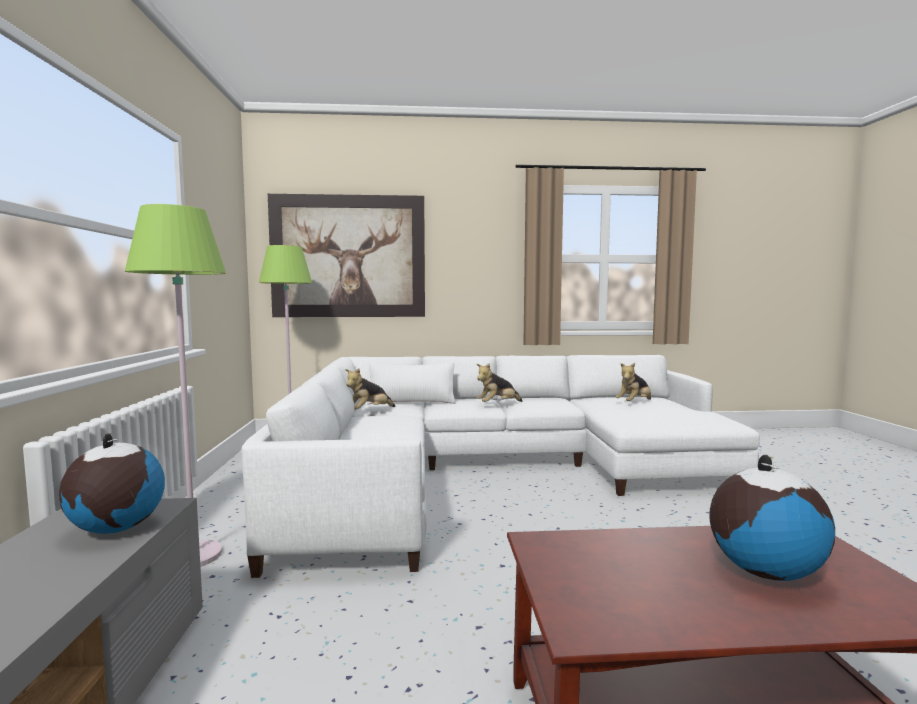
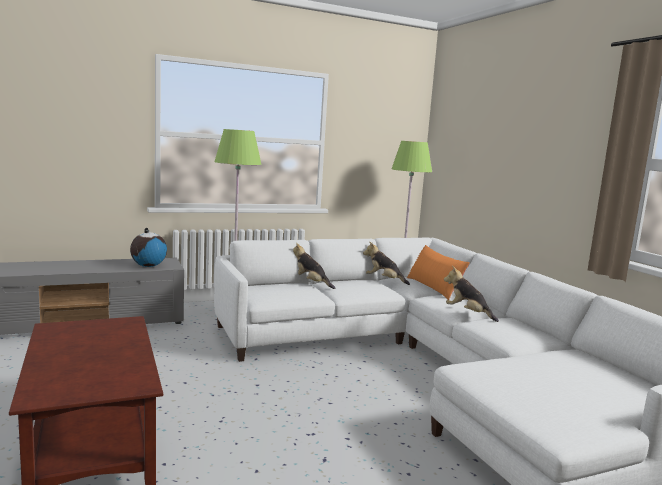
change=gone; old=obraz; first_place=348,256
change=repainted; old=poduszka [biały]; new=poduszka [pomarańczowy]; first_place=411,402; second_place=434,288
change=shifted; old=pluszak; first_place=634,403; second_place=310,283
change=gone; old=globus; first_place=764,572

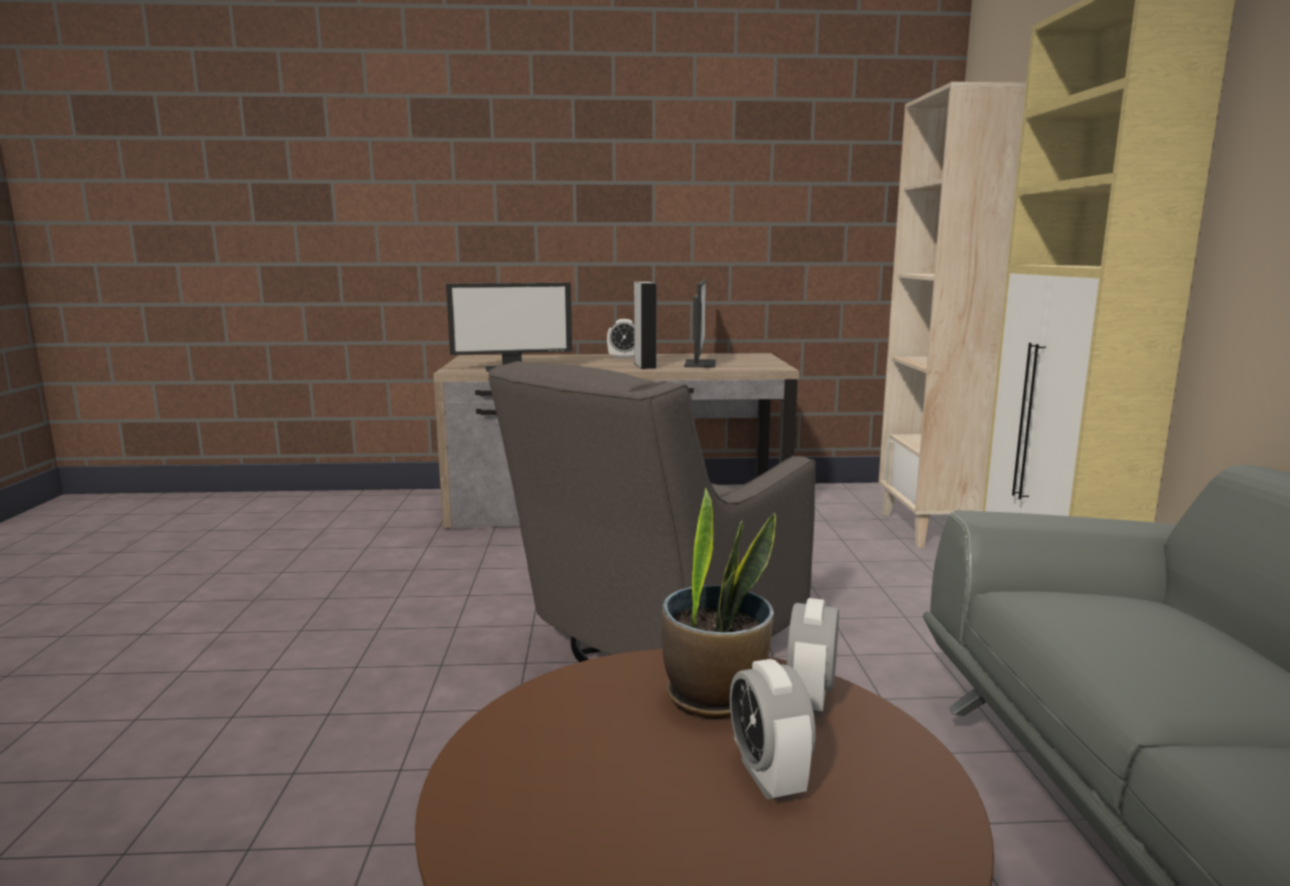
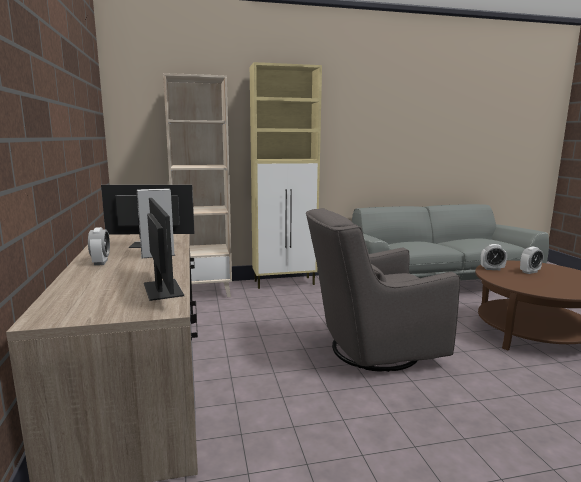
change=rotated; old=fotel [szary]; first_place=653,646; second_place=371,350; degrees=135
change=gone; old=roślina doniczkowa; first_place=714,697

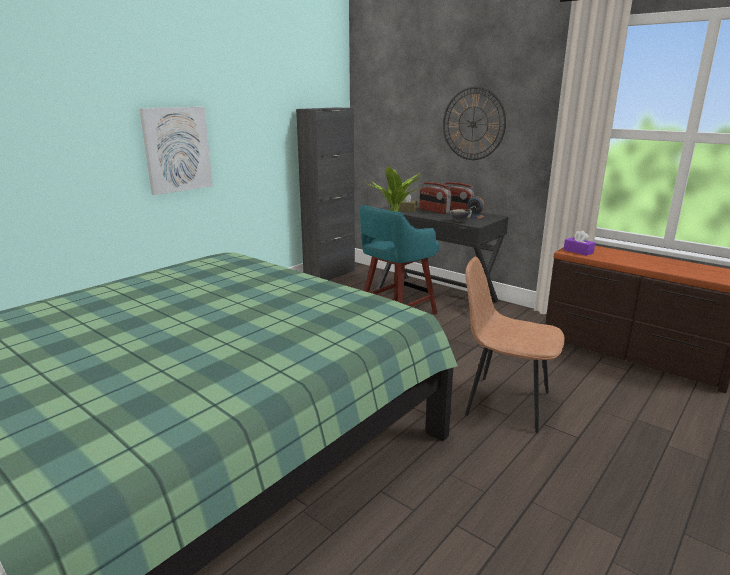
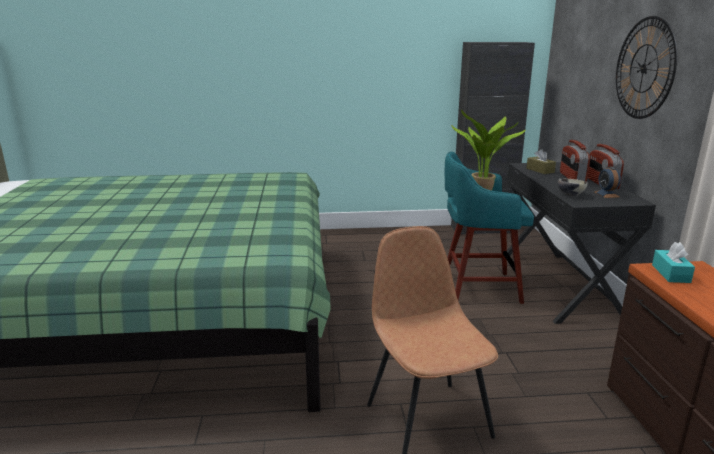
change=gone; old=obraz; first_place=177,149
change=repainted; old=pudełko chusteczek [fioletowy]; new=pudełko chusteczek [turkusowy]; first_place=578,251; second_place=670,273

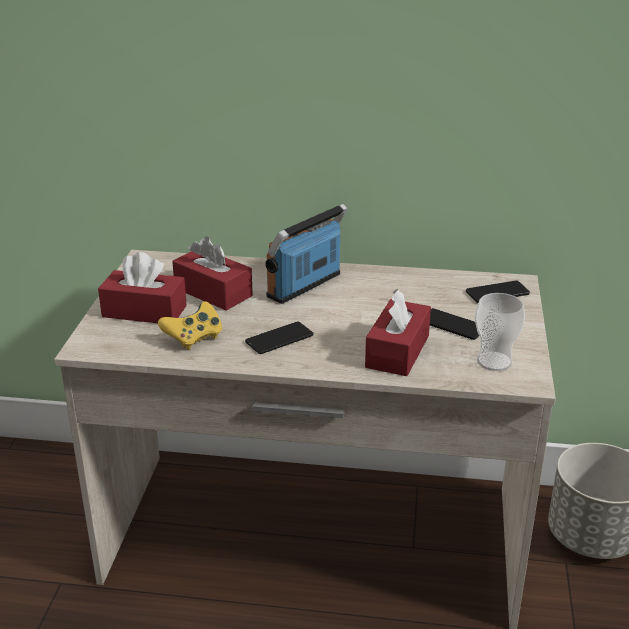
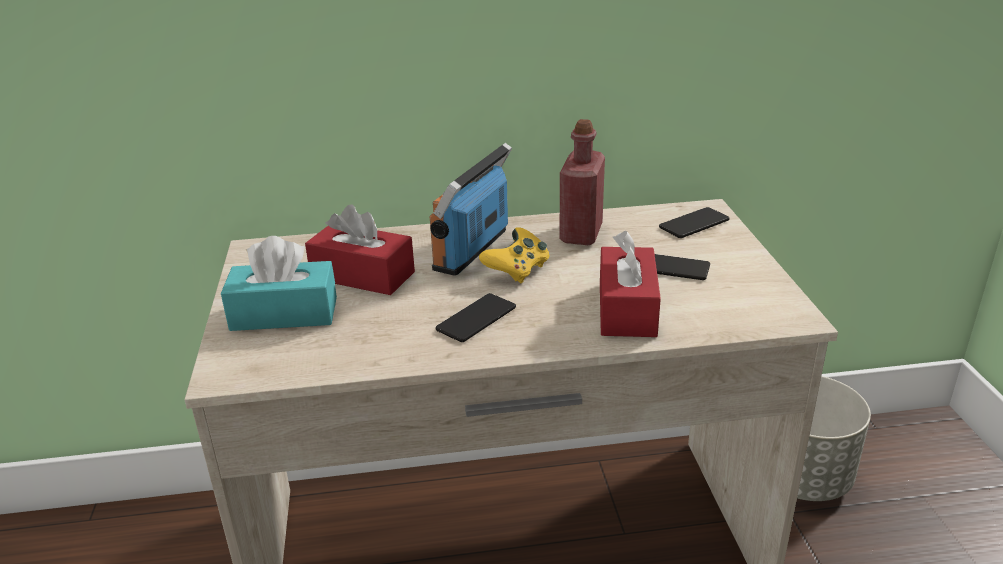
change=repainted; old=pudełko chusteczek [czerwony]; new=pudełko chusteczek [turkusowy]; first_place=144,311; second_place=284,314
change=shifted; old=pad do gier [żółty]; first_place=194,338; second_place=517,271
change=gone; old=filiżanka; first_place=494,362
change=new; new=butelka [czerwony]; second_place=581,233

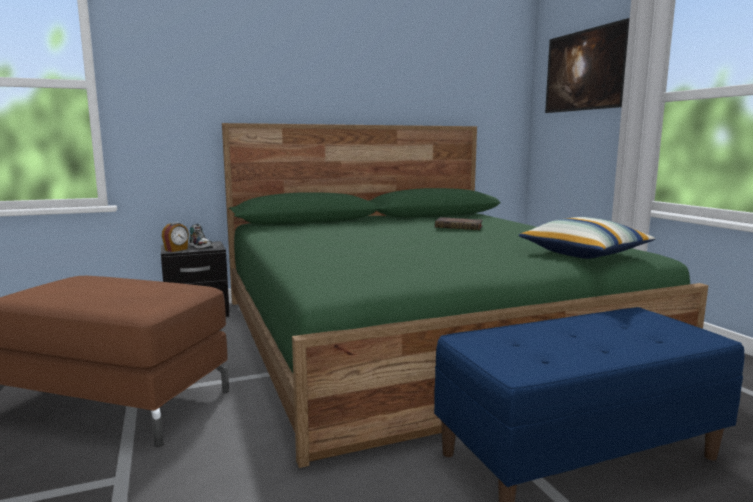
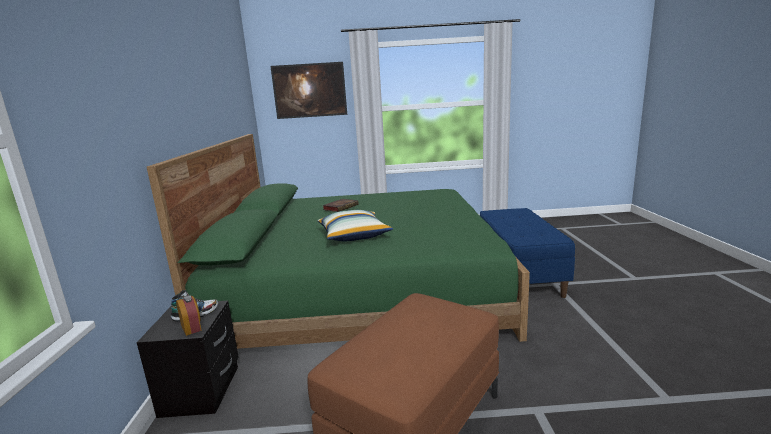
change=shifted; old=poduszka; first_place=584,254; second_place=354,236

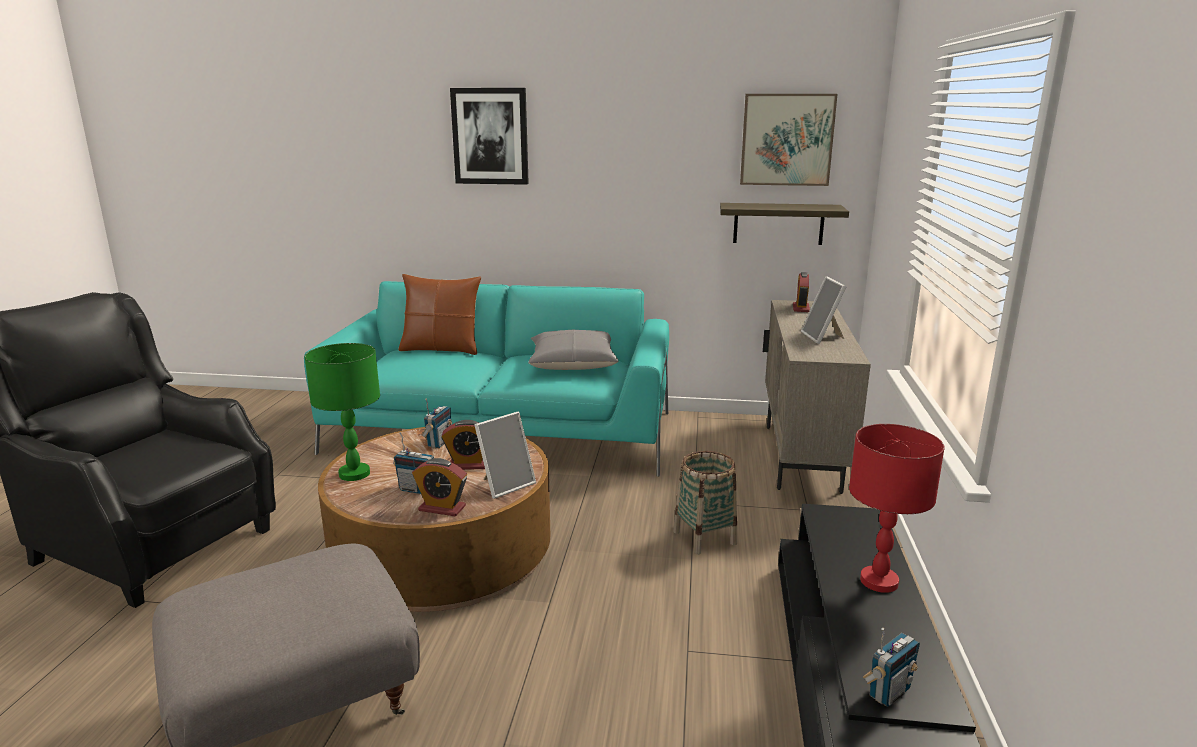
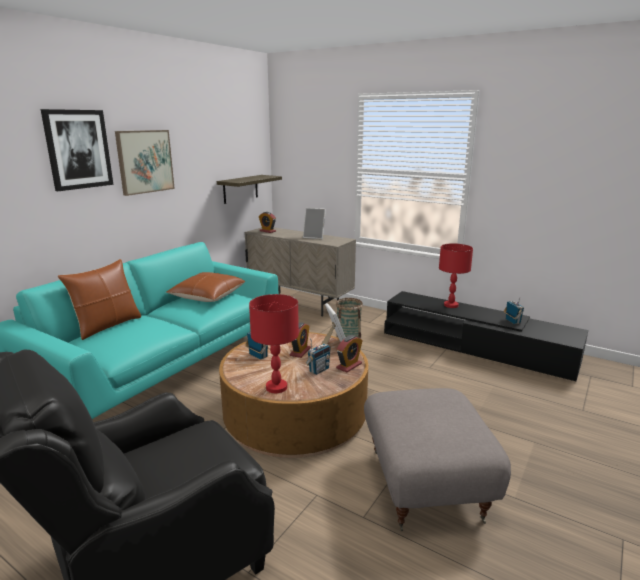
change=repainted; old=lampa stołowa [zielony]; new=lampa stołowa [czerwony]; first_place=355,474; second_place=276,387
change=repainted; old=poduszka [szary]; new=poduszka [brązowy]; first_place=572,363; second_place=207,296
change=shifted; old=obraz; first_place=787,140; second_place=145,161

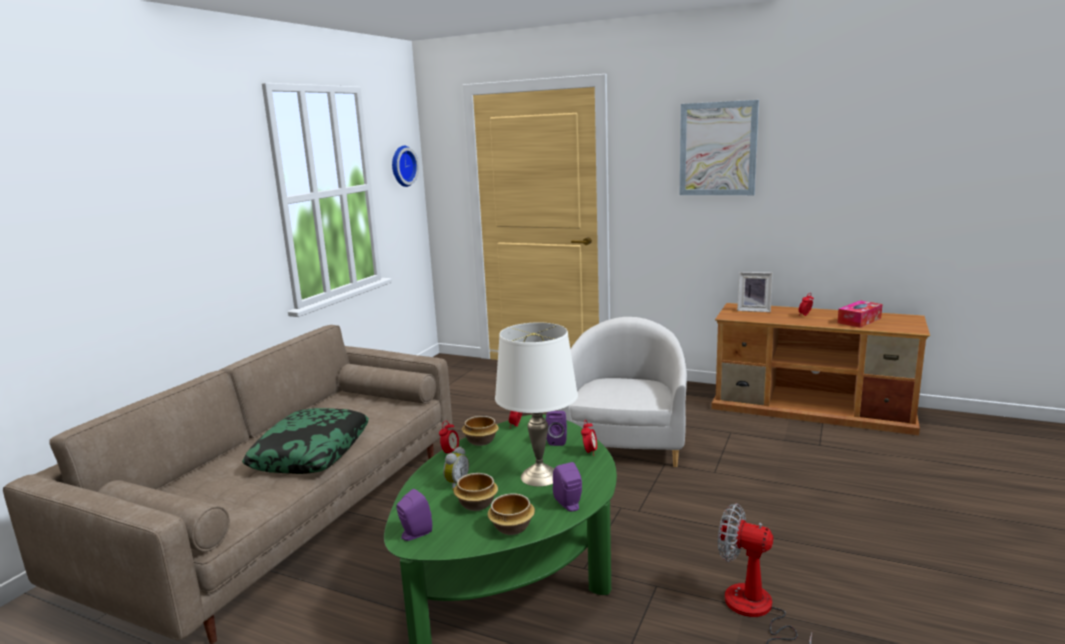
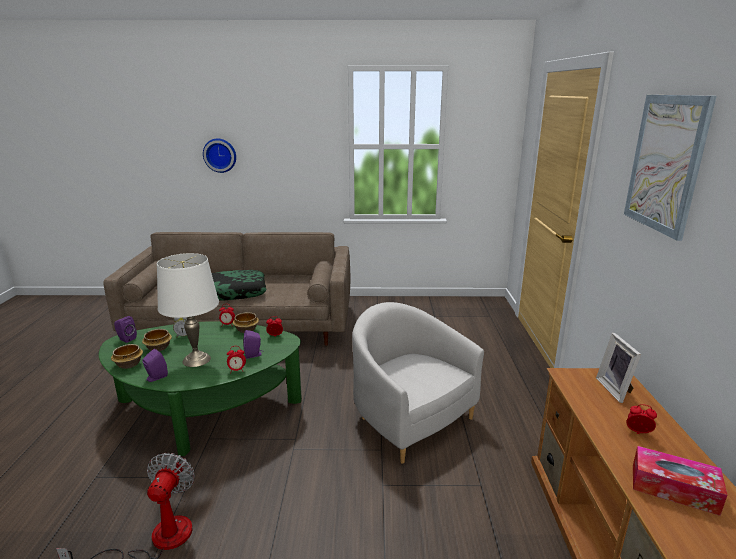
change=shifted; old=zegar ścienny; first_place=402,166; second_place=220,155
change=rotated; old=fotel [biały]; first_place=625,442; second_place=409,419; degrees=-120

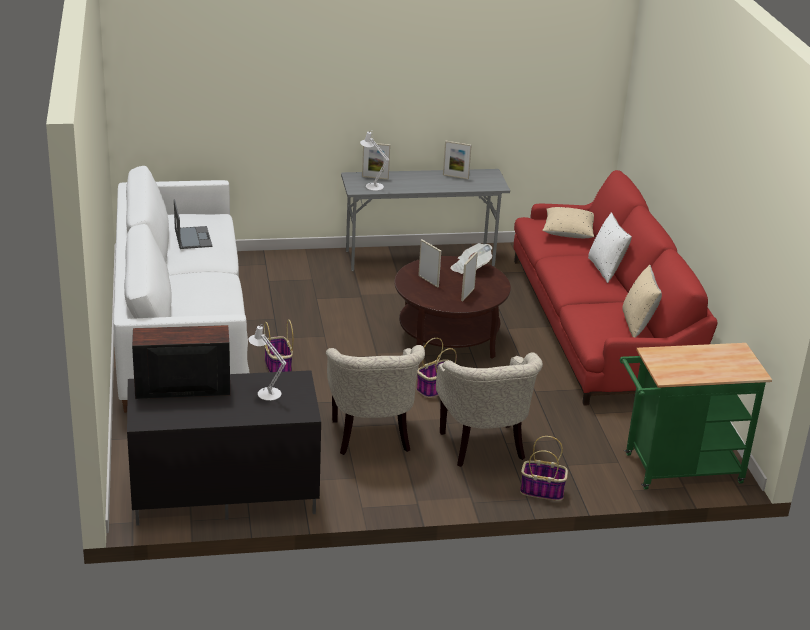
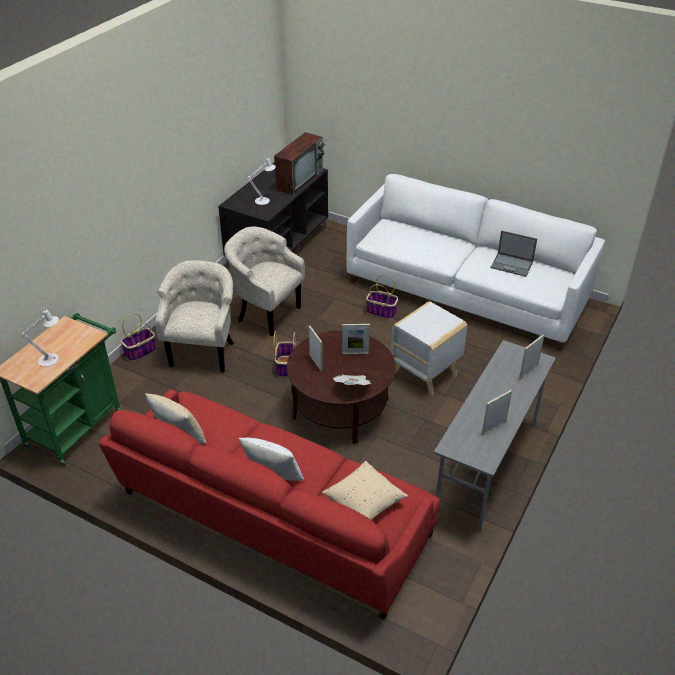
change=shifted; old=lampa stołowa [biały]; first_place=372,185; second_place=51,359
change=rotated; old=fotel [beżowy]; first_place=484,448; second_place=204,352; degrees=75
change=new; new=stolik [biały]; second_place=424,373

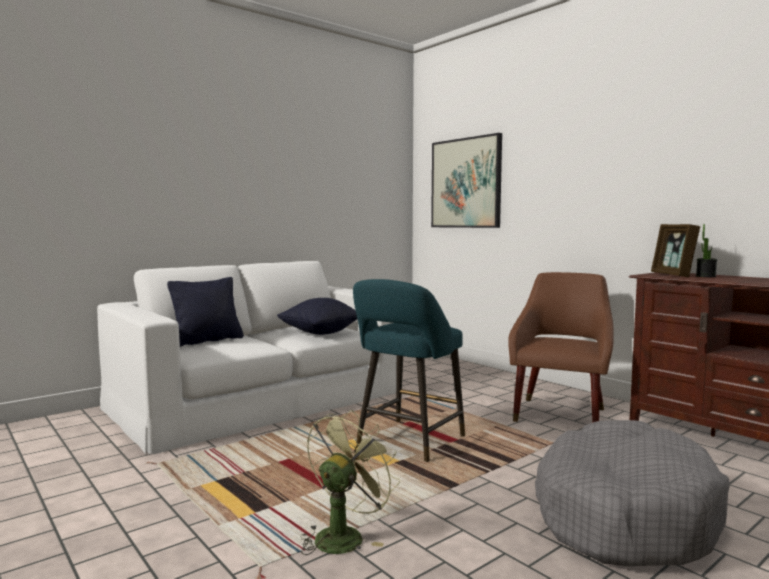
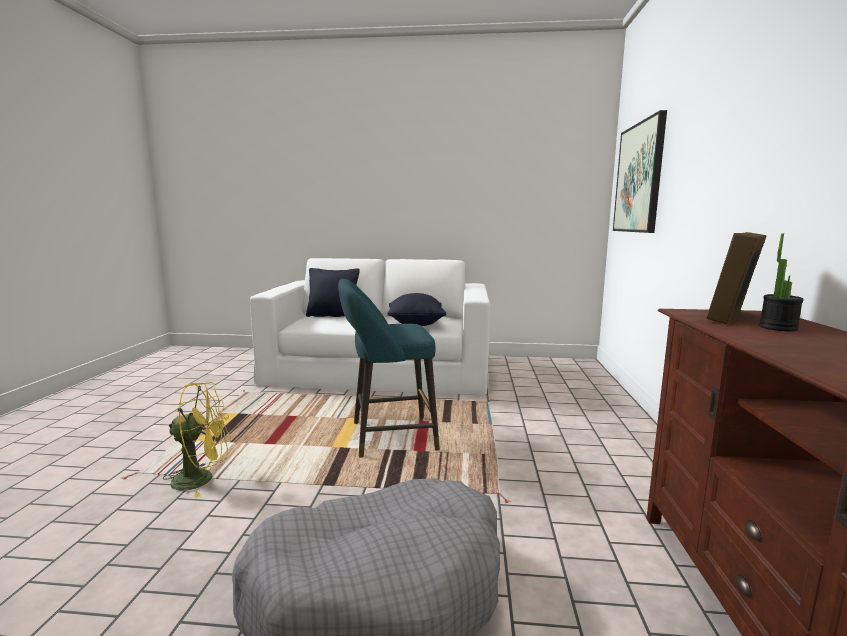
change=repainted; old=wentylator [zielony]; new=wentylator [żółty]; first_place=344,535; second_place=202,479
change=gone; old=fotel [brązowy]; first_place=560,412

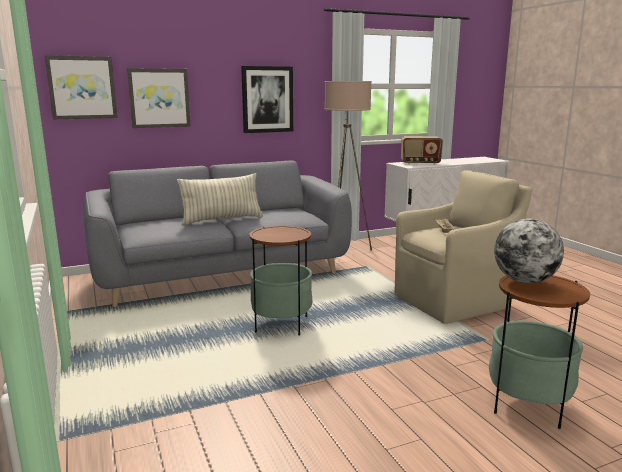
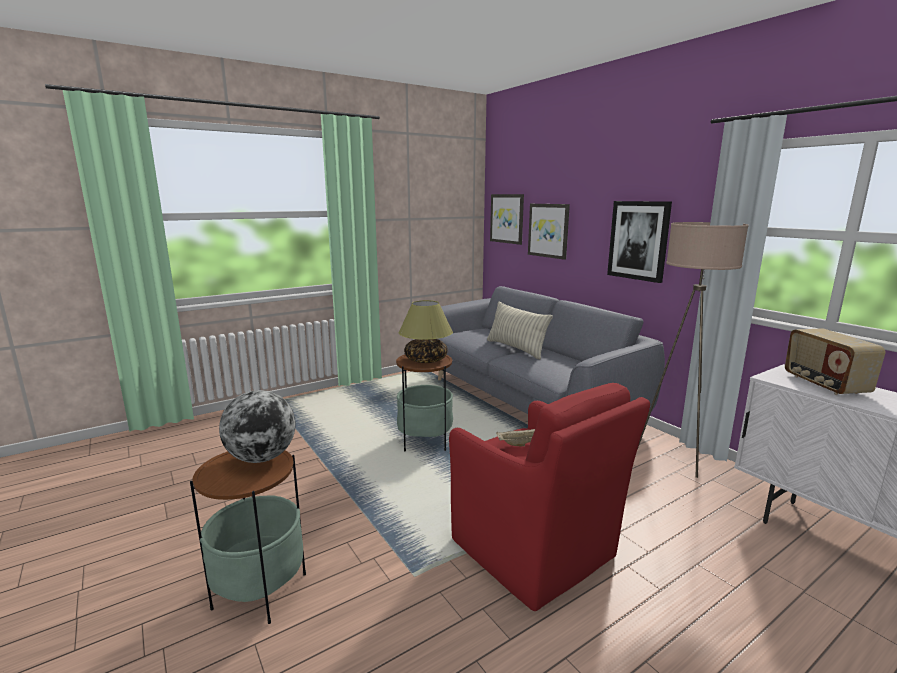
change=repainted; old=fotel [beżowy]; new=fotel [czerwony]; first_place=454,301; second_place=535,552
change=new; new=lampa stołowa; second_place=426,360

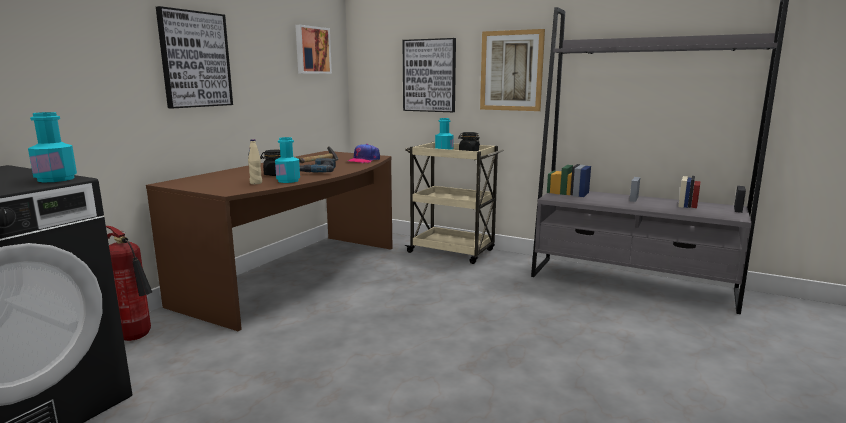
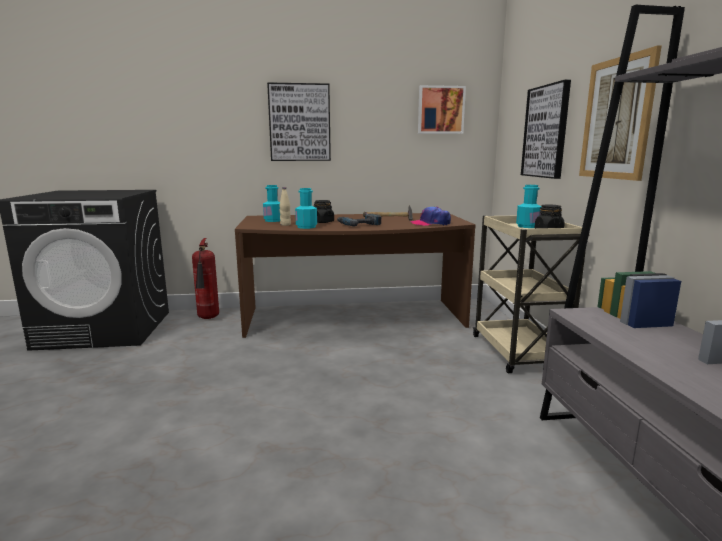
change=shifted; old=butelka [turkusowy]; first_place=56,179; second_place=273,220

